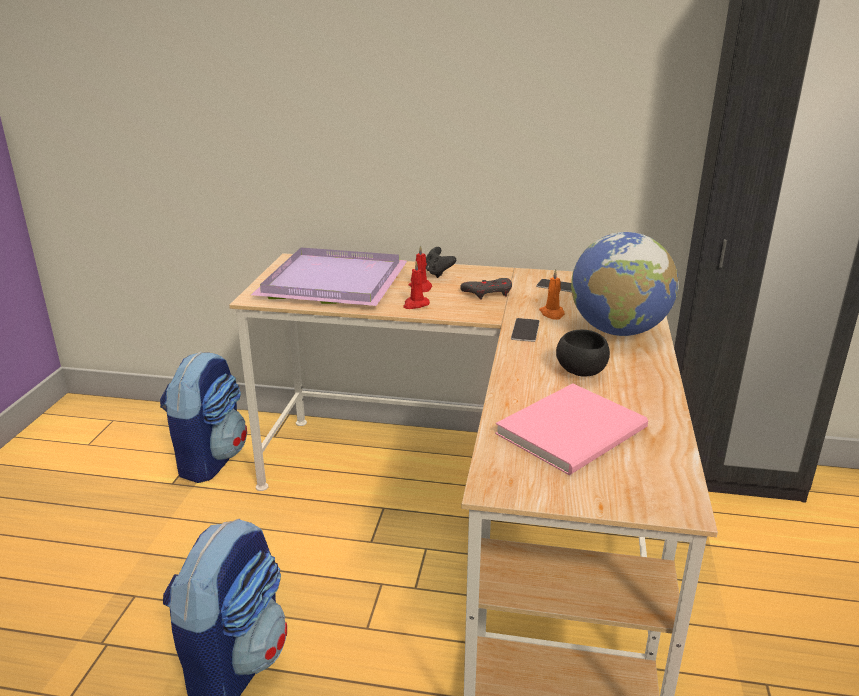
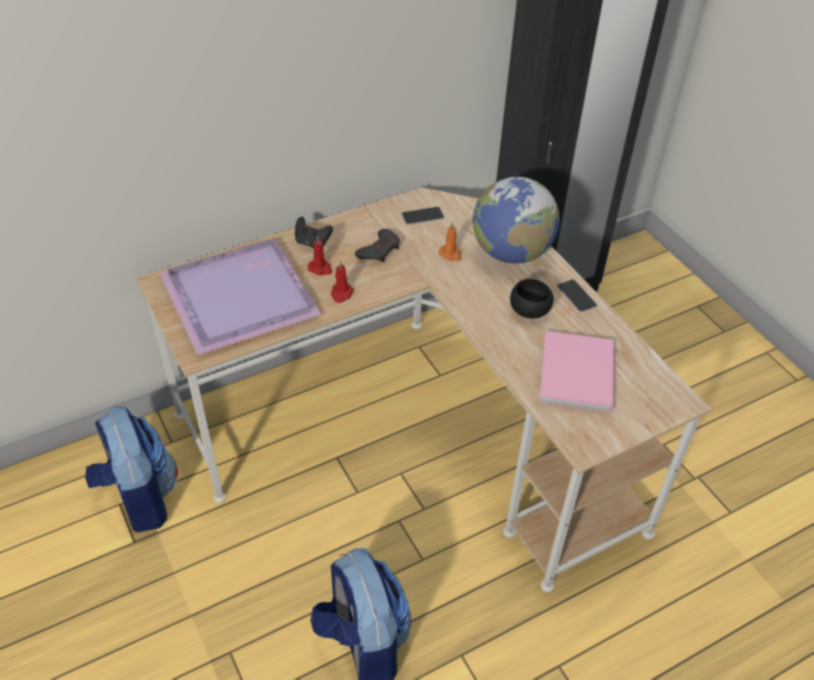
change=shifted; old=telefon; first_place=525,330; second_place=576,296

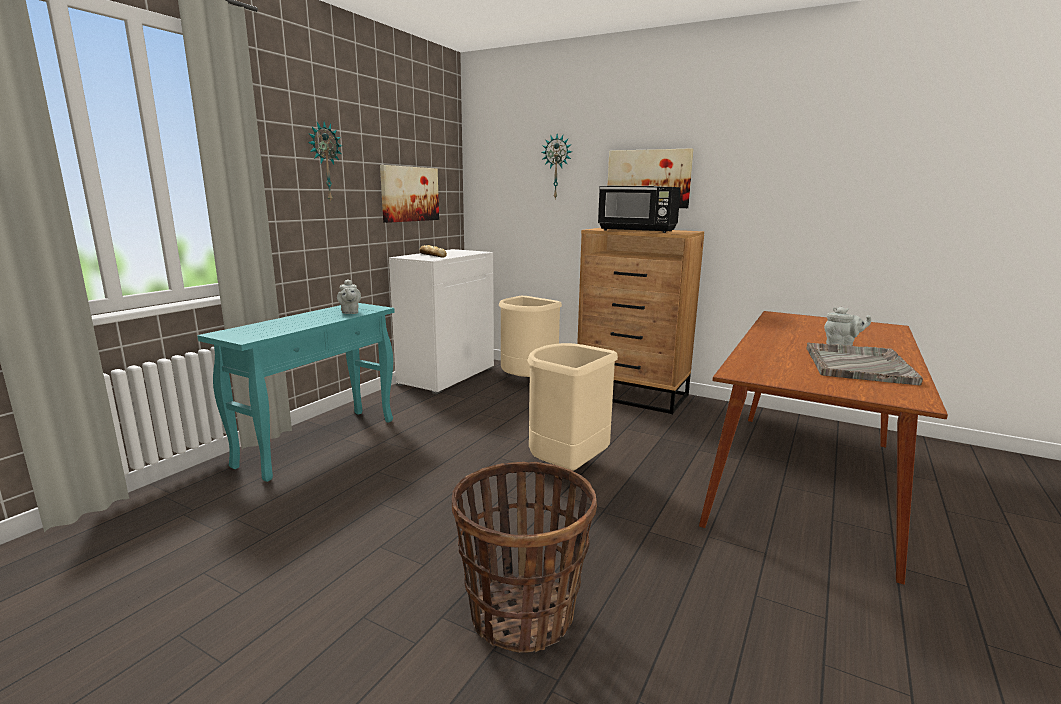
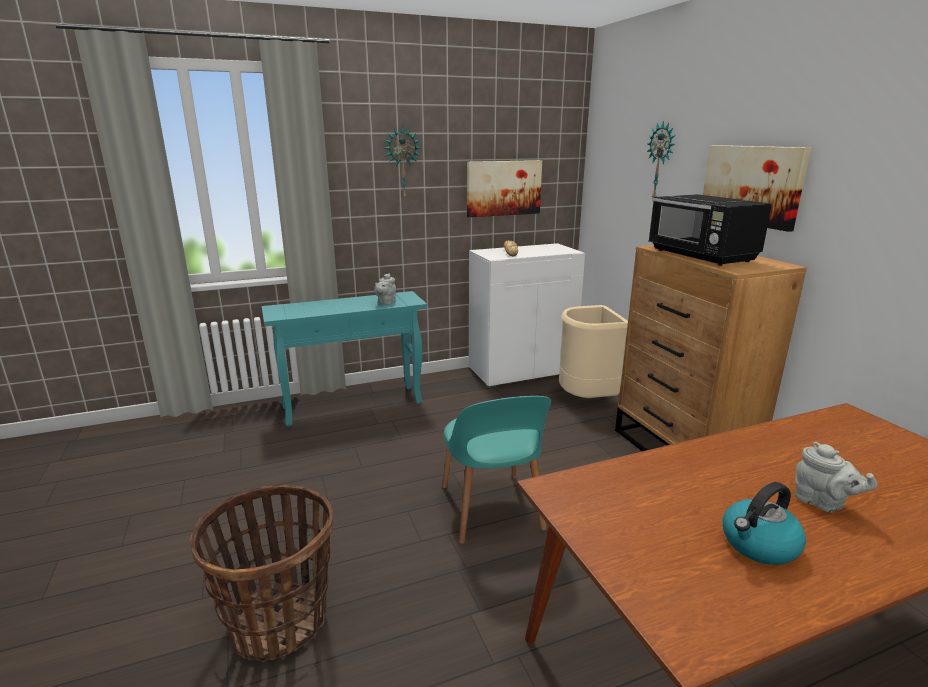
change=swapped; old=kosz na śmieci [beżowy]; new=krzesło [turkusowy]; first_place=566,468; second_place=491,509
change=swapped; old=taca [szary]; new=czajnik; first_place=857,365; second_place=758,545

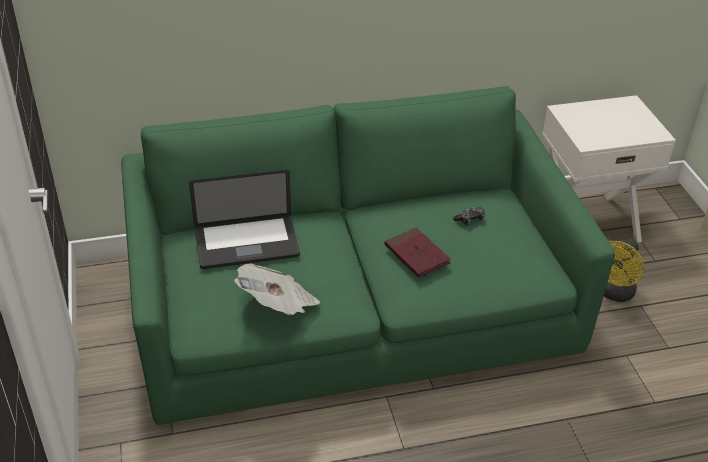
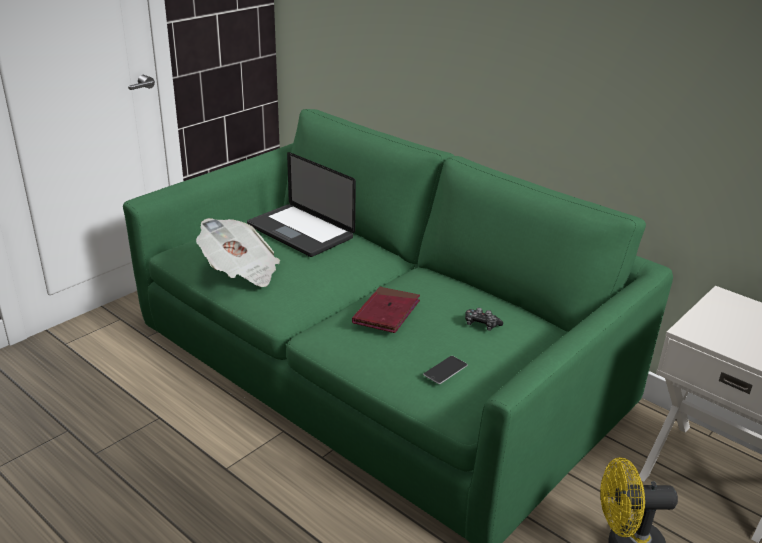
change=new; new=telefon; second_place=445,370

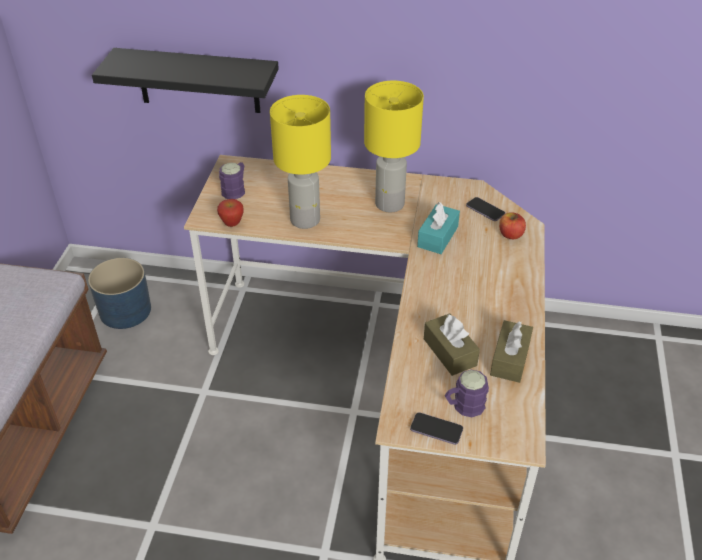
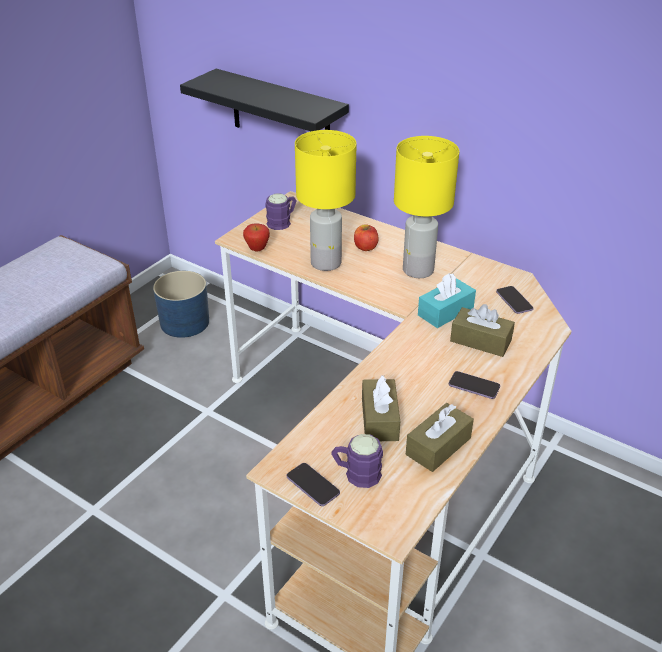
change=shifted; old=jabłko; first_place=510,234; second_place=365,247
change=new; new=telefon; second_place=474,386
change=new; new=pudełko chusteczek [brązowy]; second_place=480,341

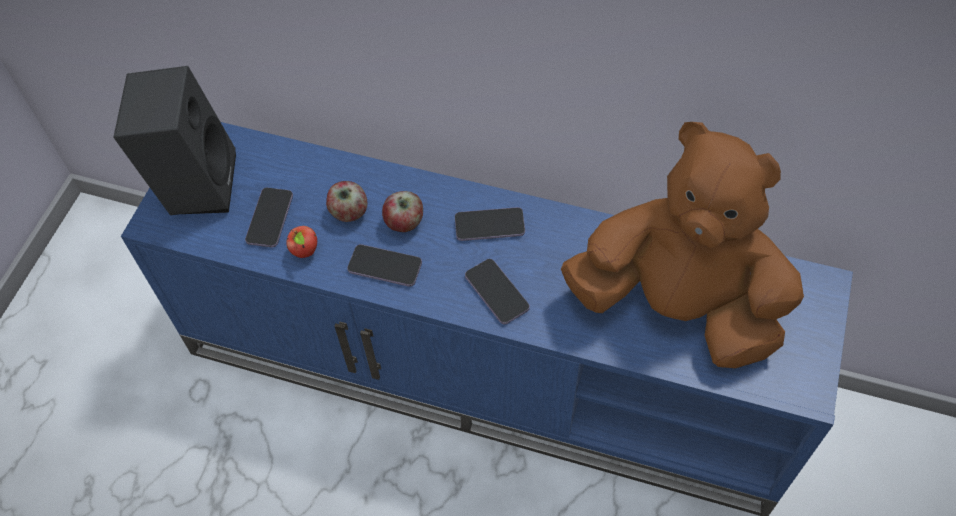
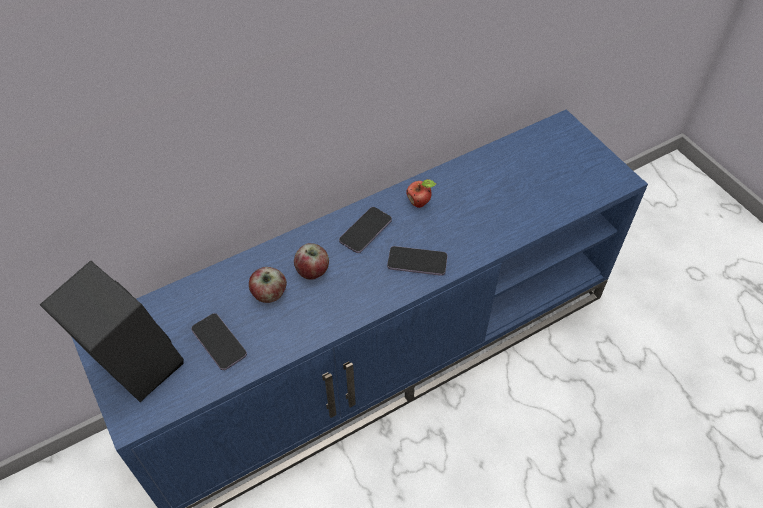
change=shifted; old=jabłko; first_place=306,252; second_place=420,203
change=gone; old=telefon; first_place=385,267
change=gone; old=pluszak [brązowy]; first_place=678,306

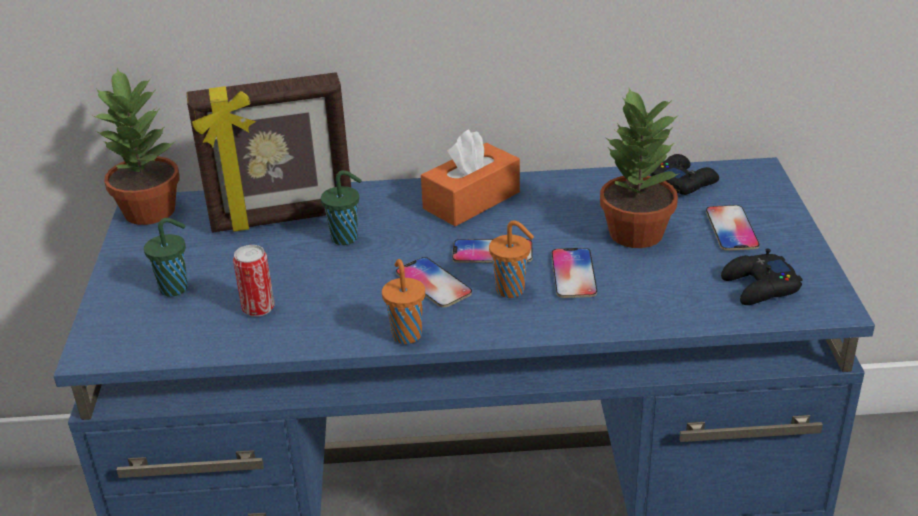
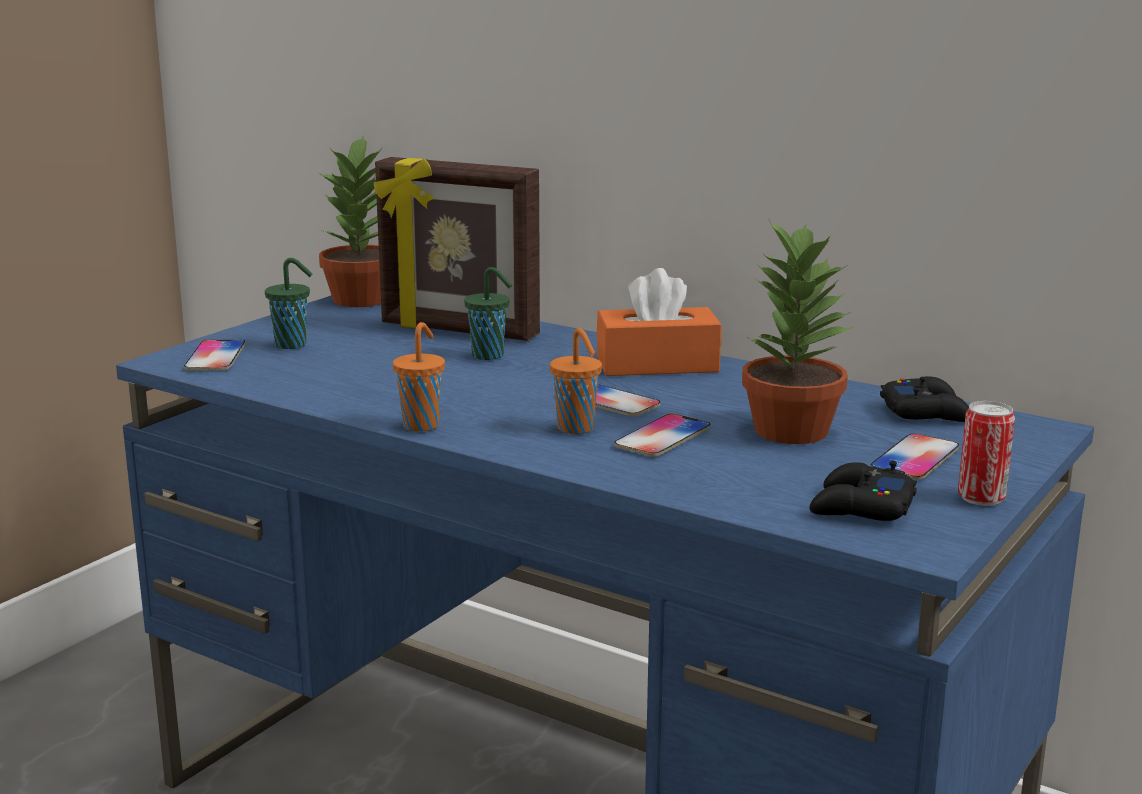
change=shifted; old=puszka; first_place=258,308; second_place=981,498
change=shifted; old=telefon; first_place=433,283; second_place=215,357

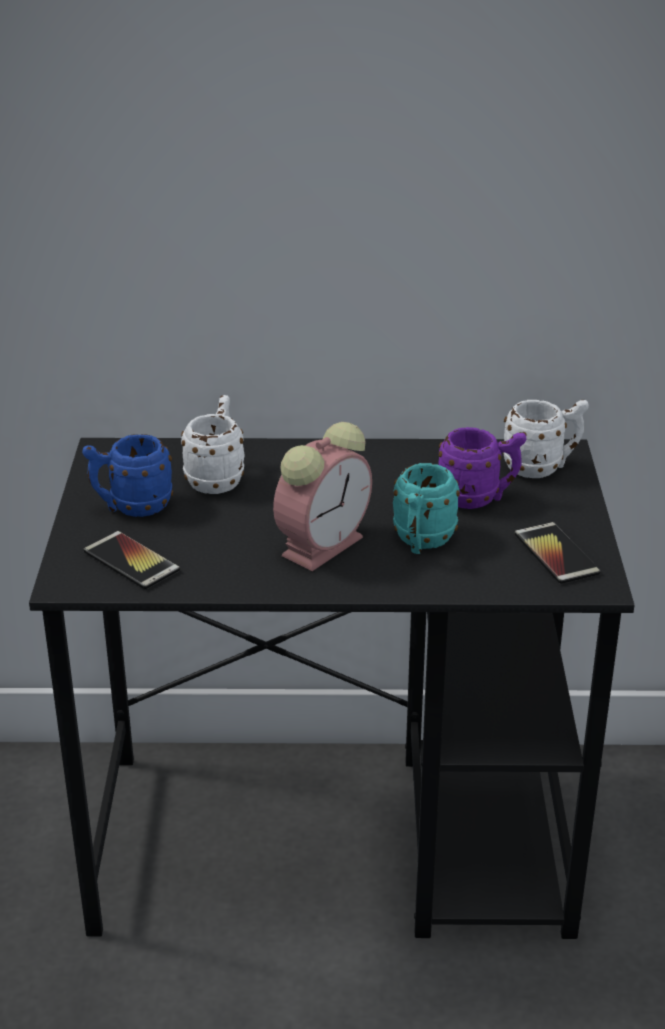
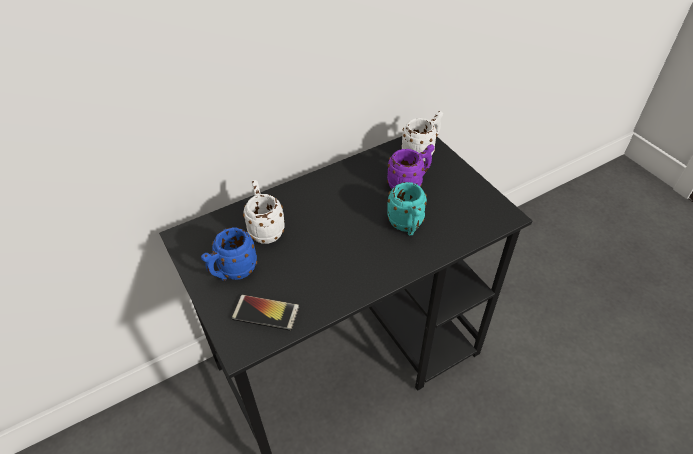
change=gone; old=budzik; first_place=324,544
change=gone; old=telefon; first_place=556,554

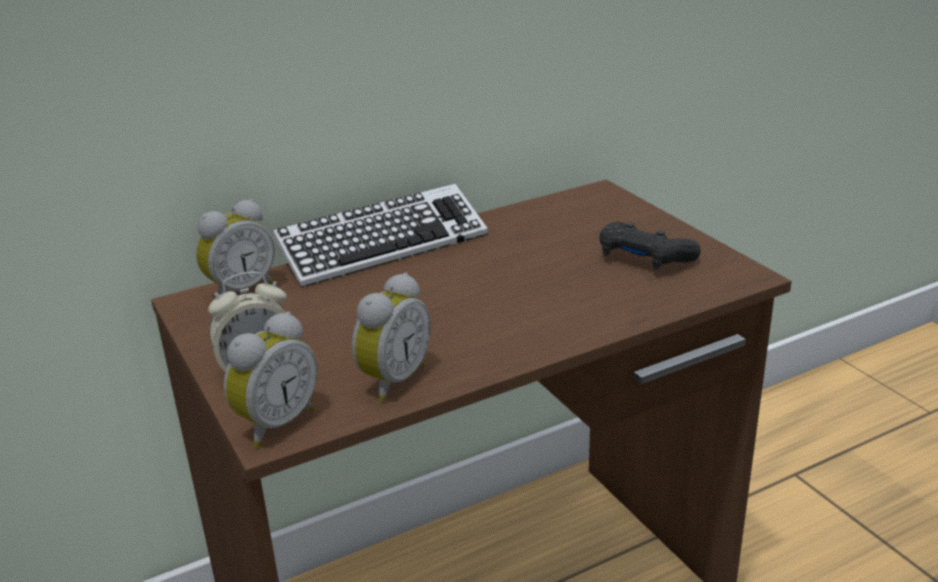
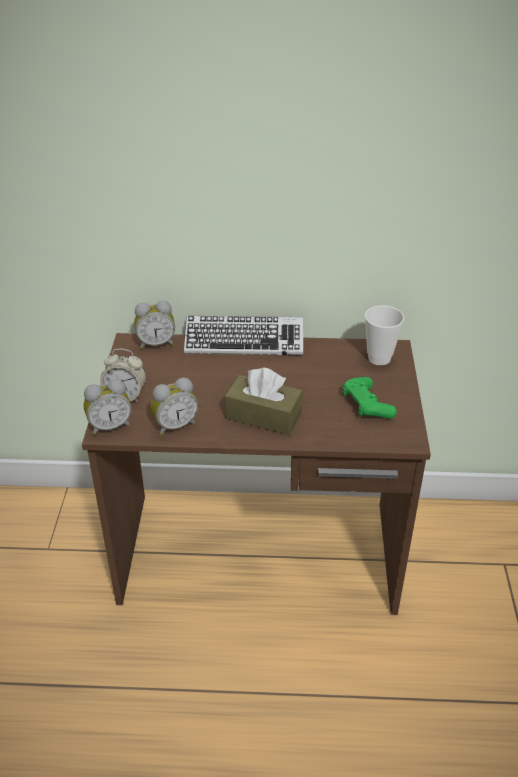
change=repainted; old=pad do gier [czarny]; new=pad do gier [zielony]; first_place=644,258; second_place=366,405
change=new; new=pudełko chusteczek [brązowy]; second_place=263,416
change=new; new=filiżanka; second_place=379,358

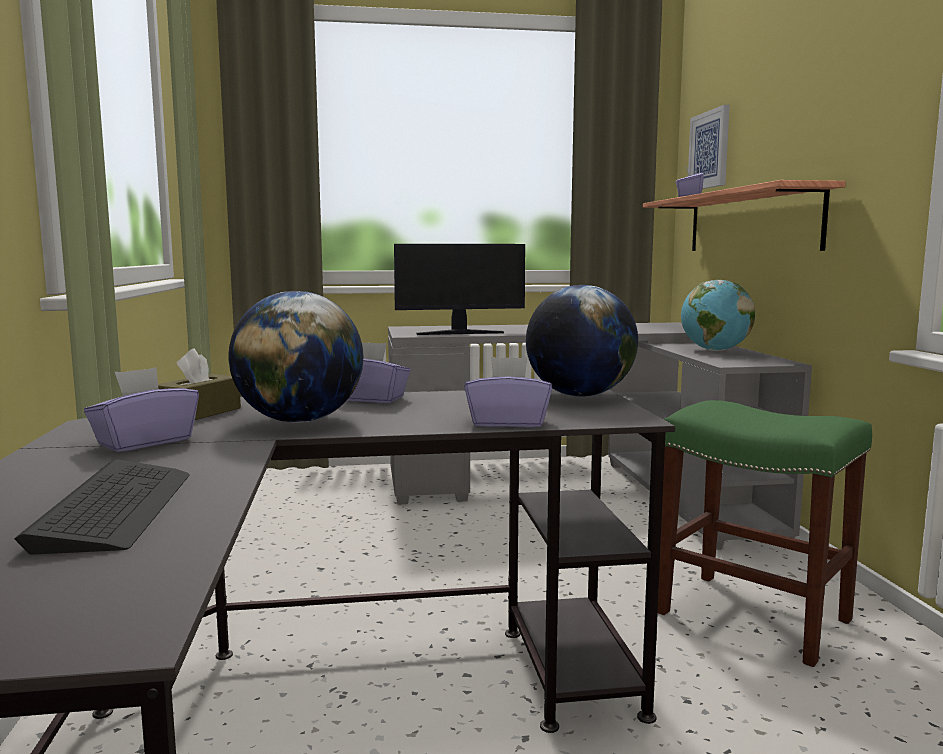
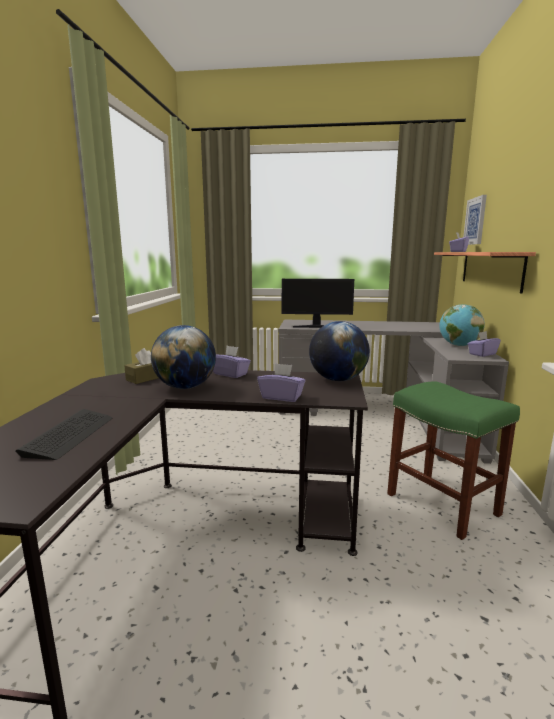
change=shifted; old=pudełko chusteczek [fioletowy]; first_place=144,442; second_place=482,354

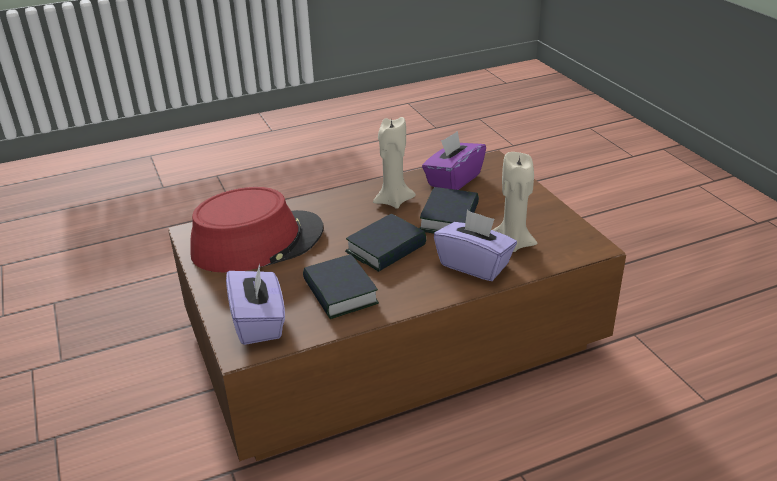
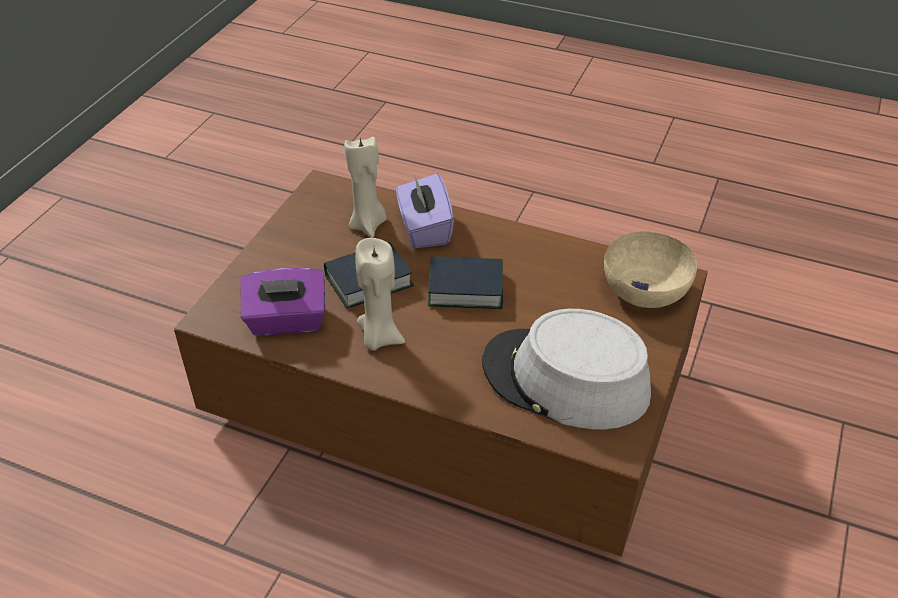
change=repainted; old=kapelusz [czerwony]; new=kapelusz [szary]; first_place=258,242; second_place=565,380
change=swapped; old=pudełko chusteczek [fioletowy]; new=miska [beżowy]; first_place=259,323; second_place=645,291
change=gone; old=książka; first_place=340,293

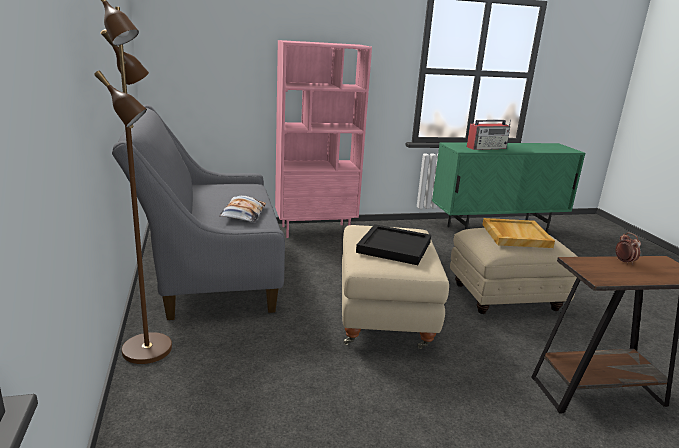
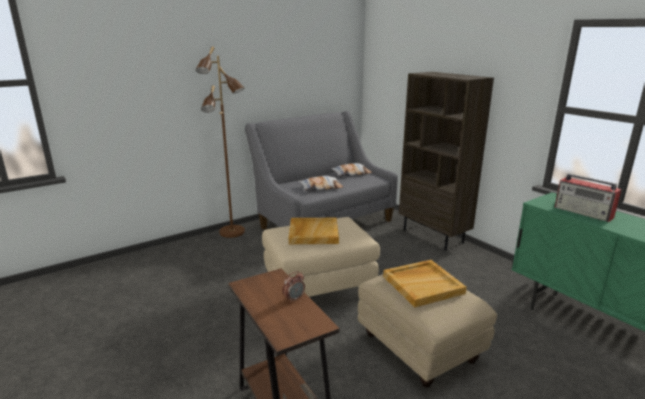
change=repainted; old=regał [różowy]; new=regał [brązowy]; first_place=315,230; second_place=433,236
change=repainted; old=taca [czarny]; new=taca [beżowy]; first_place=393,247; second_place=313,233
change=new; new=poduszka; second_place=351,173

